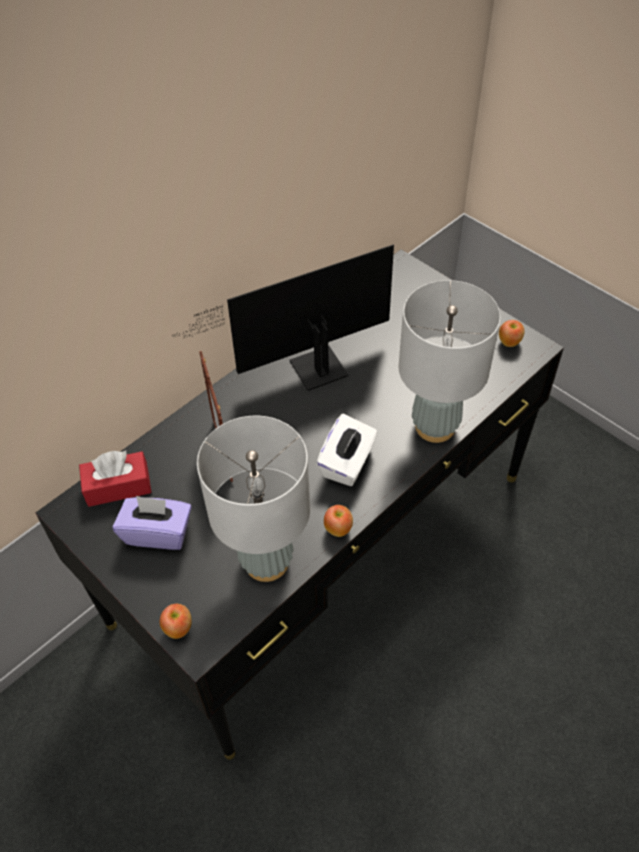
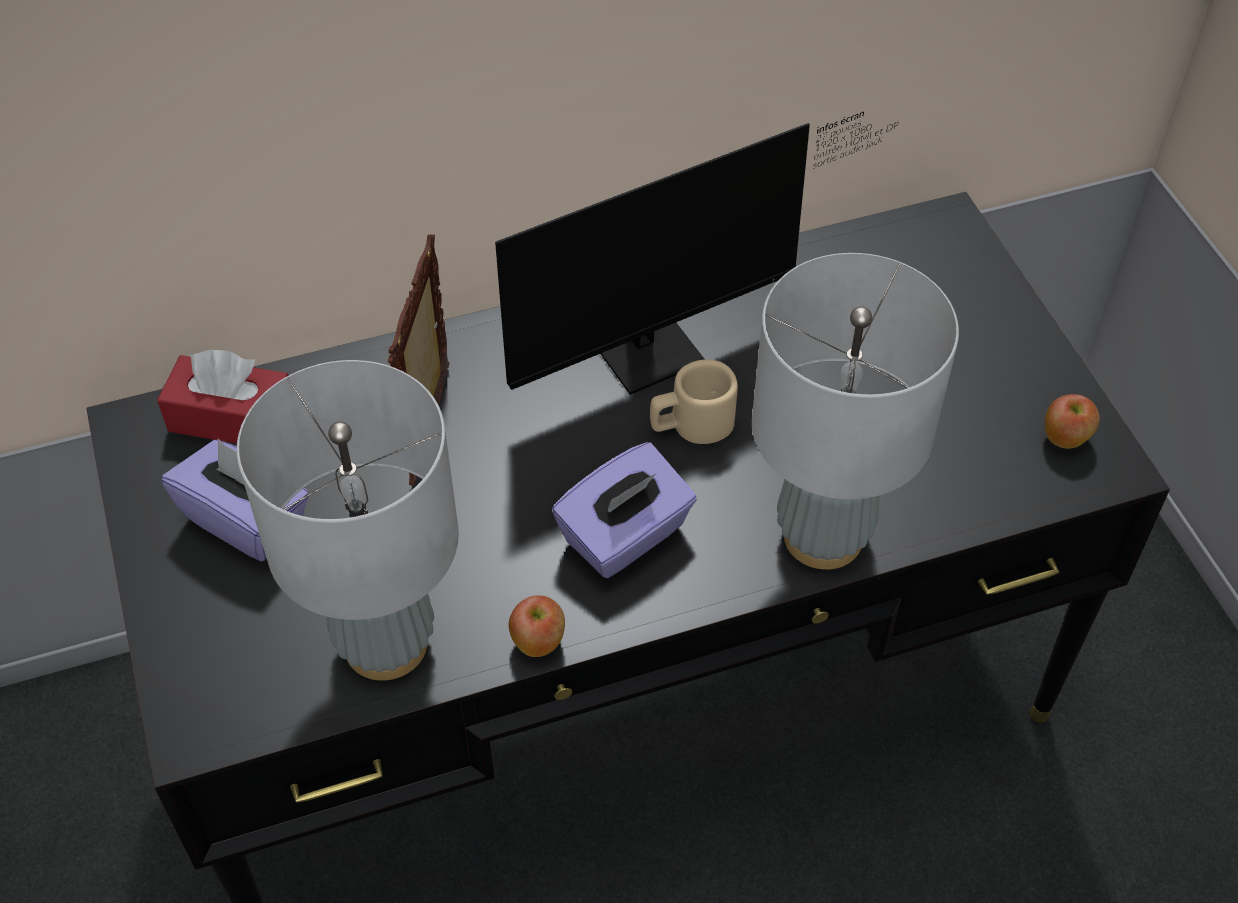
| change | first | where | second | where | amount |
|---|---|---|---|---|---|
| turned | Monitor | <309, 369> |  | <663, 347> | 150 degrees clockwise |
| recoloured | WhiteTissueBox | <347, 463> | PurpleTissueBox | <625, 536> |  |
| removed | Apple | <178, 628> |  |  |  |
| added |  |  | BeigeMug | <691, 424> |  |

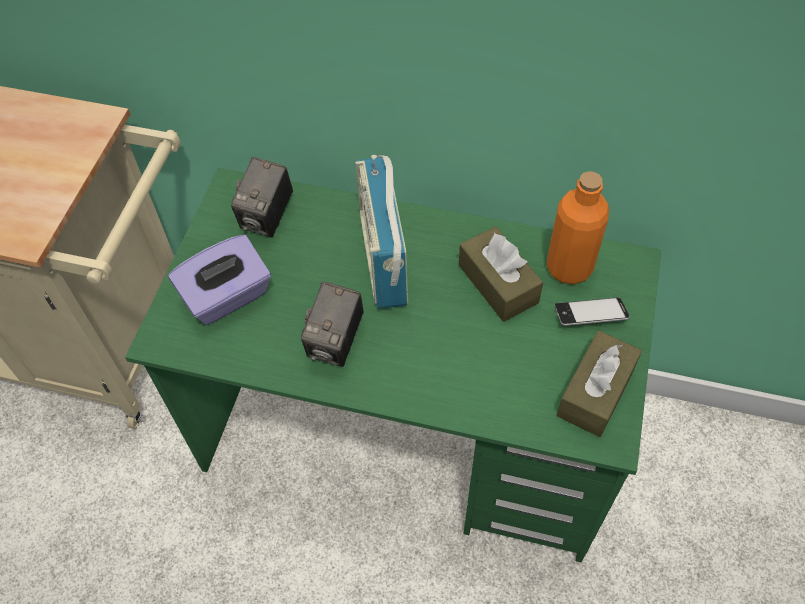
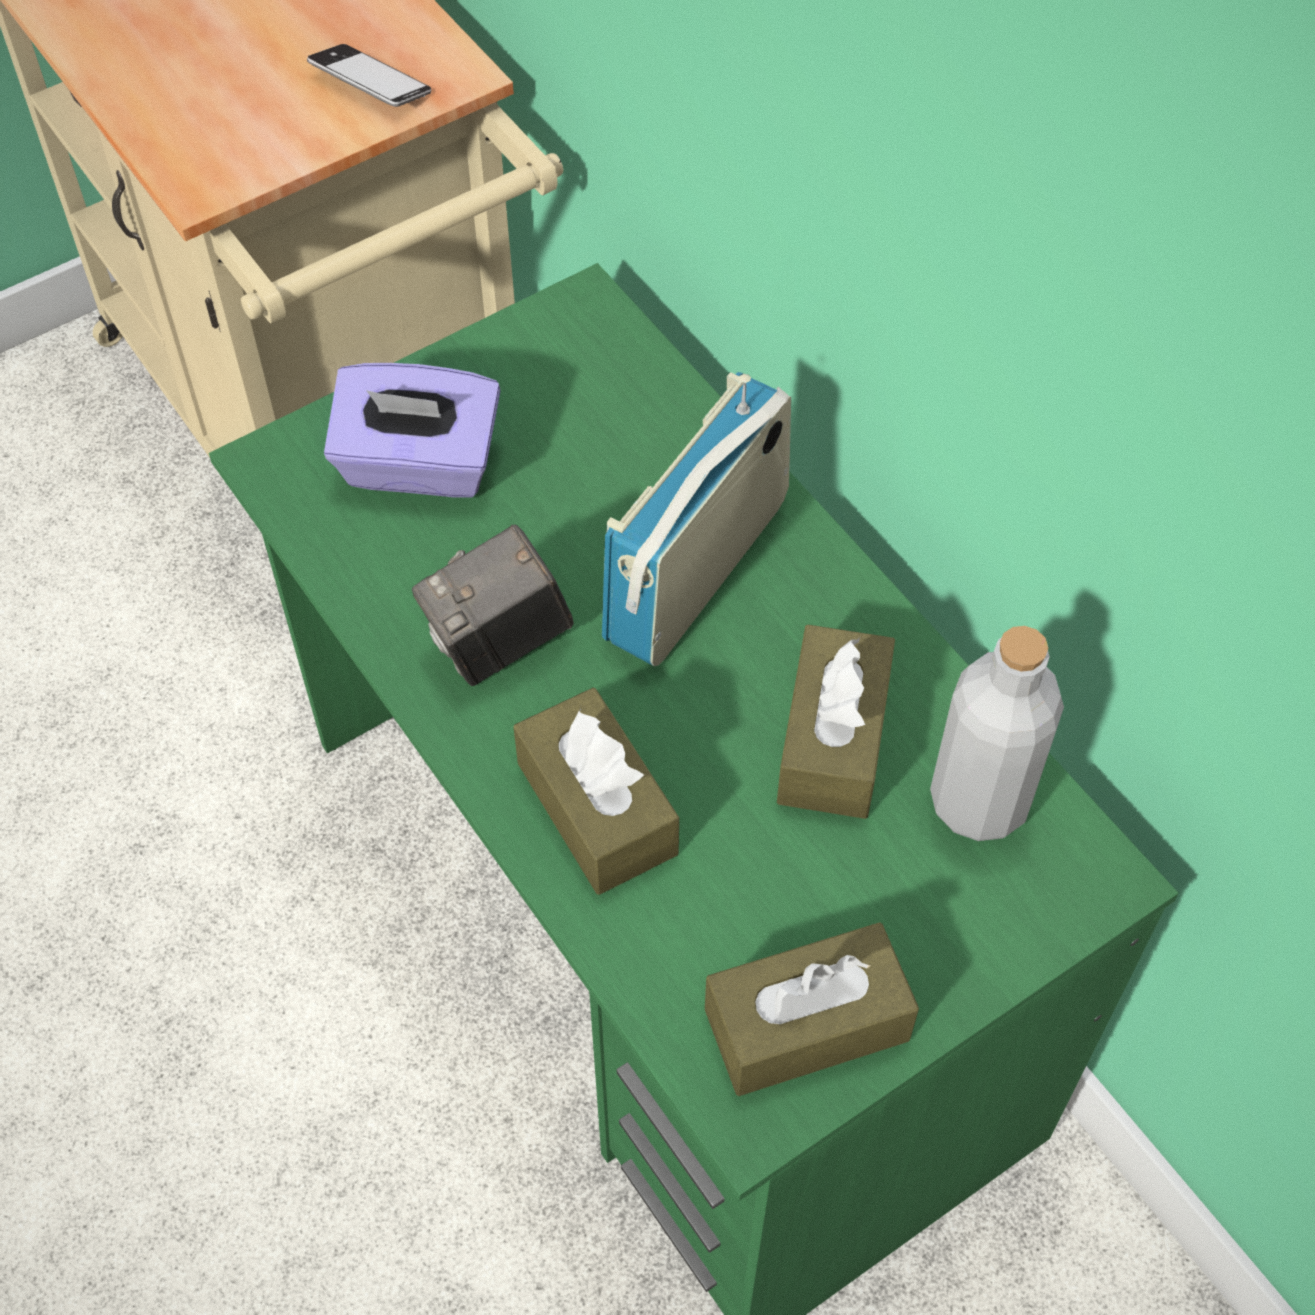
| change | first | where | second | where | amount |
|---|---|---|---|---|---|
| removed | PhotoCamera | <267, 217> |  |  |  |
| recoloured | OrangeBottle | <569, 267> | GreyBottle | <979, 801> |  |
| moved | Phone | <590, 315> |  | <370, 84> |  |
| added |  |  | BrownTissueBox | <597, 808> |  |

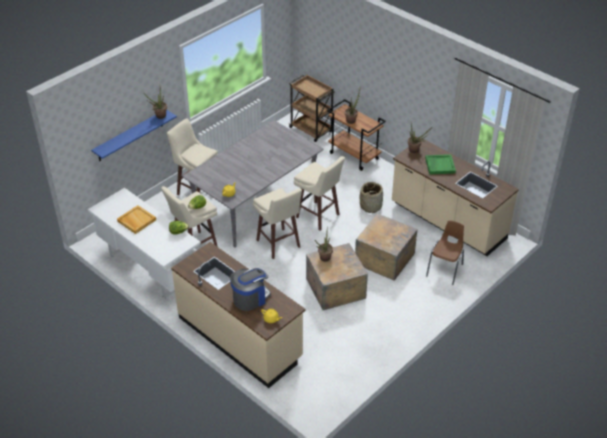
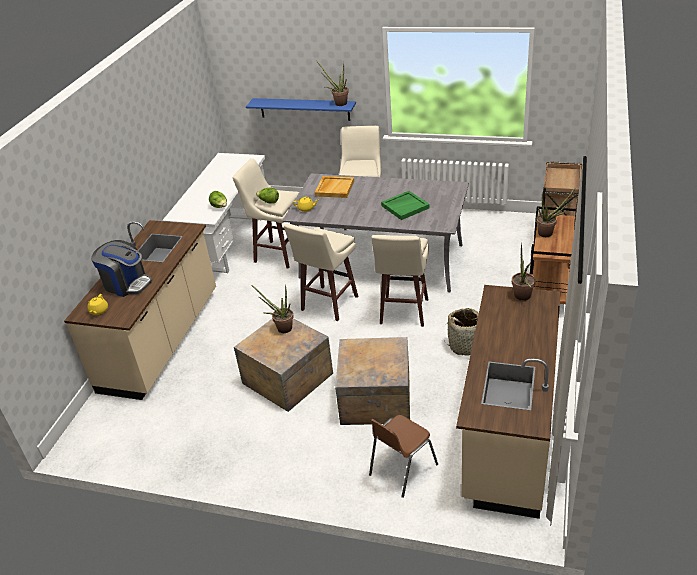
| change | first | where | second | where | amount |
|---|---|---|---|---|---|
| moved | GreenTray | <439, 165> |  | <405, 206> |  |
| moved | BeigeTray | <136, 220> |  | <334, 188> |  |
| turned | BrownChair | <445, 270> |  | <402, 469> | 135 degrees clockwise |

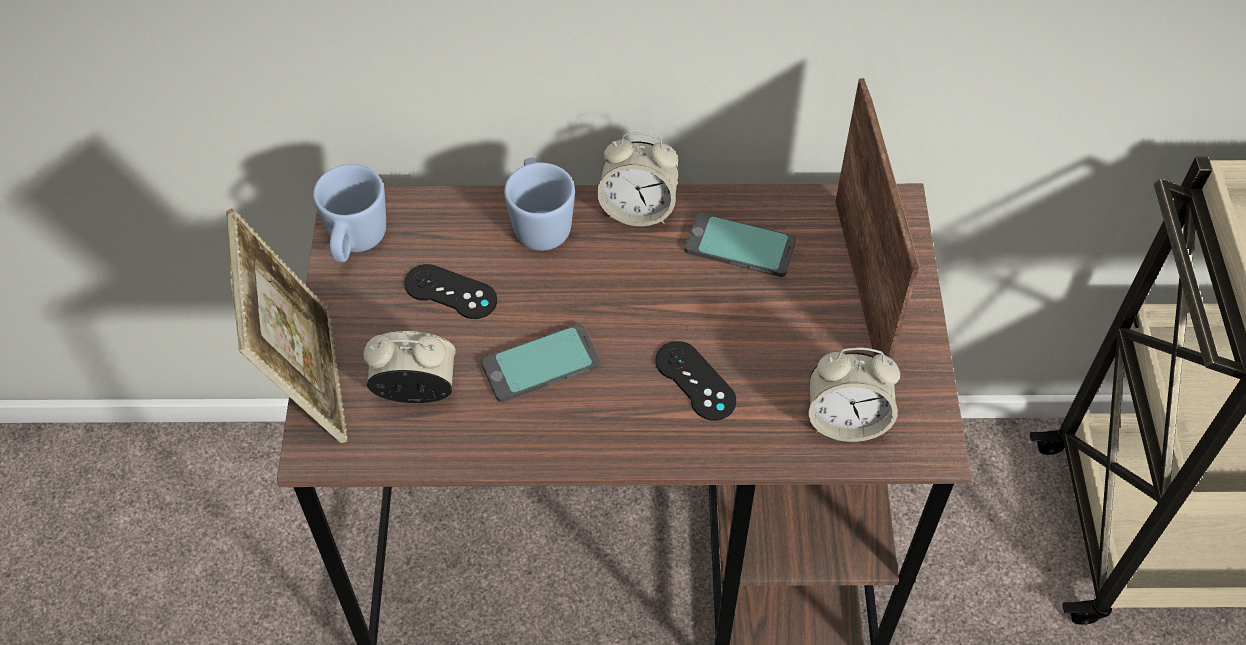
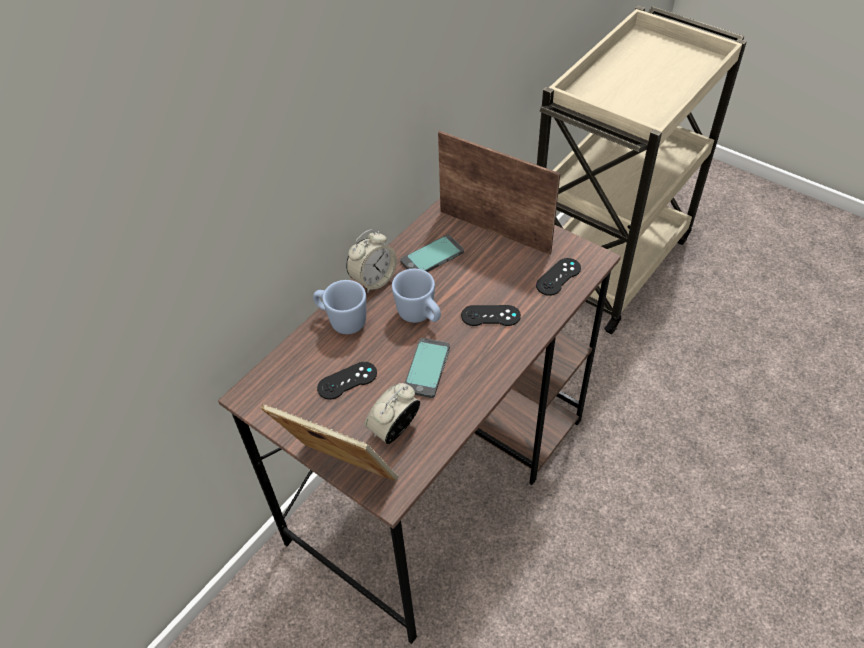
| change | first | where | second | where | amount |
|---|---|---|---|---|---|
| moved | BlueMug | <355, 243> |  | <420, 316> |  |
| replaced | AlarmClock | <846, 420> | BlackGameController | <558, 277> |  |

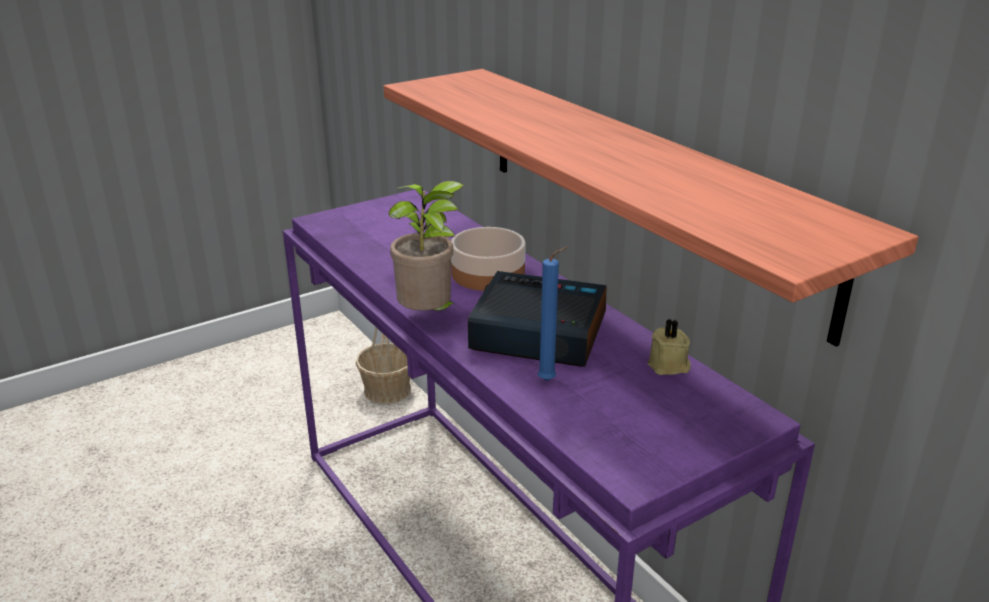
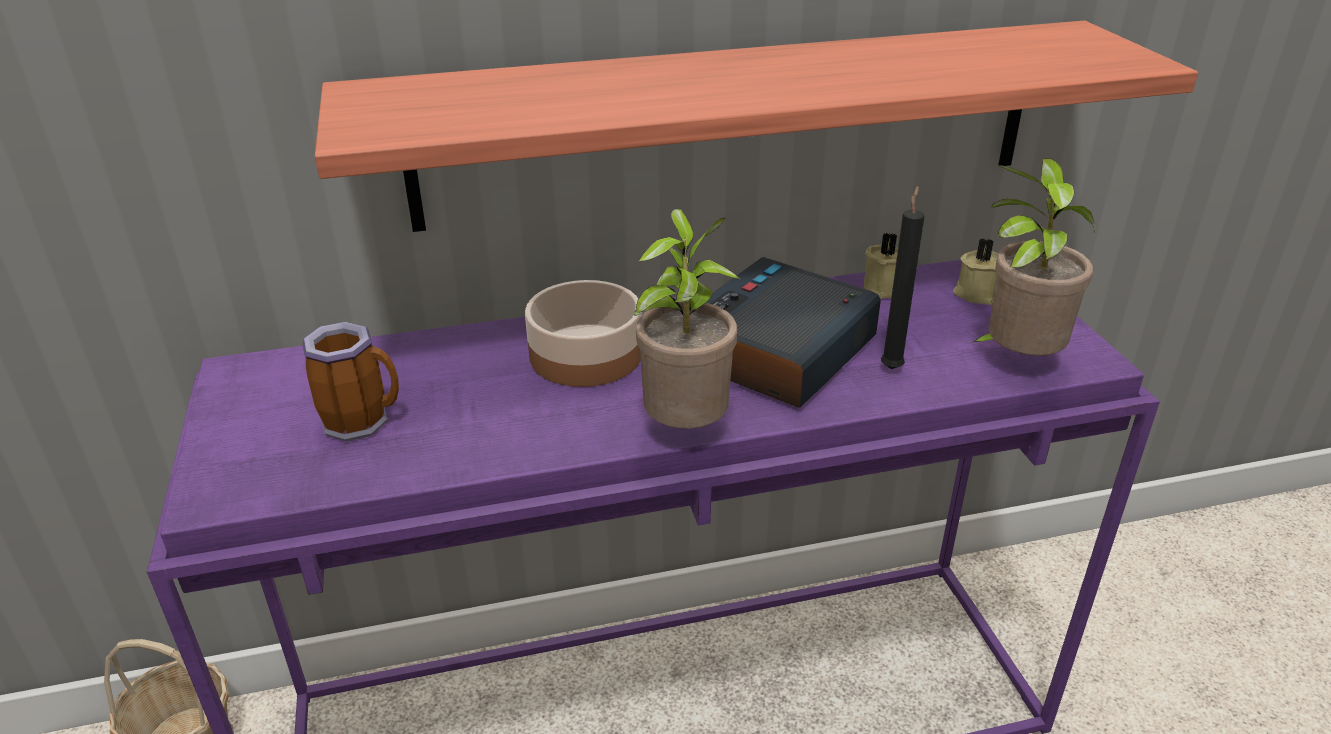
| change | first | where | second | where | amount |
|---|---|---|---|---|---|
| recoloured | BlueCandle | <549, 380> | BlackCandle | <892, 367> |  |
| added |  |  | PottedPlant | <1016, 360> |  |
| added |  |  | BeigeCandle | <975, 293> |  |
| added |  |  | Mug | <362, 421> |  |

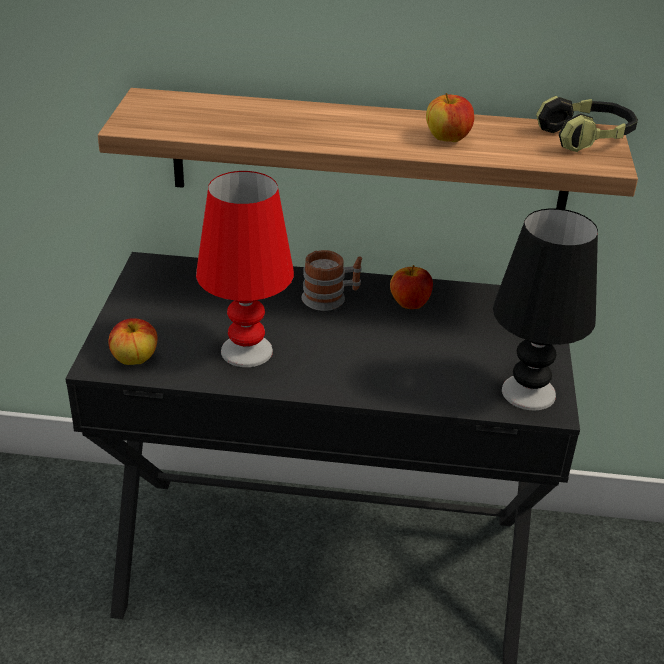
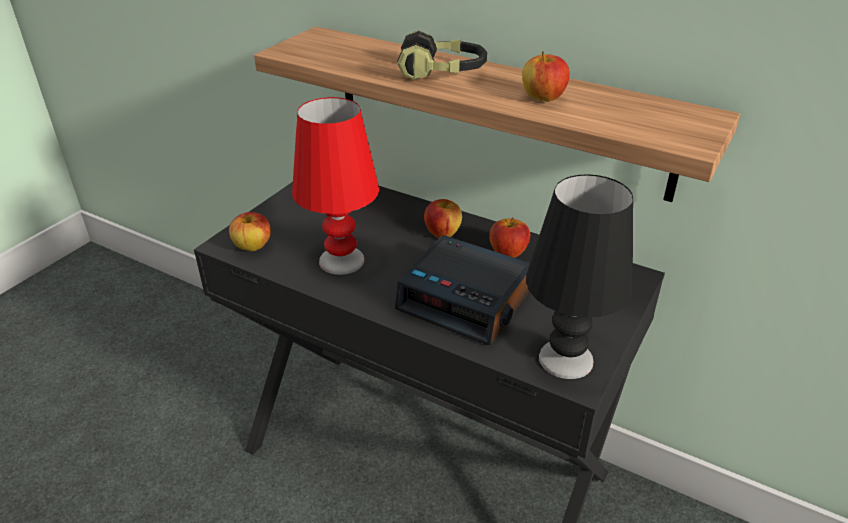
| change | first | where | second | where | amount |
|---|---|---|---|---|---|
| moved | Headphones | <586, 138> |  | <442, 72> |  |
| replaced | Mug | <331, 298> | Apple | <442, 233> |  |
| added |  |  | AlarmClock | <467, 299> |  |

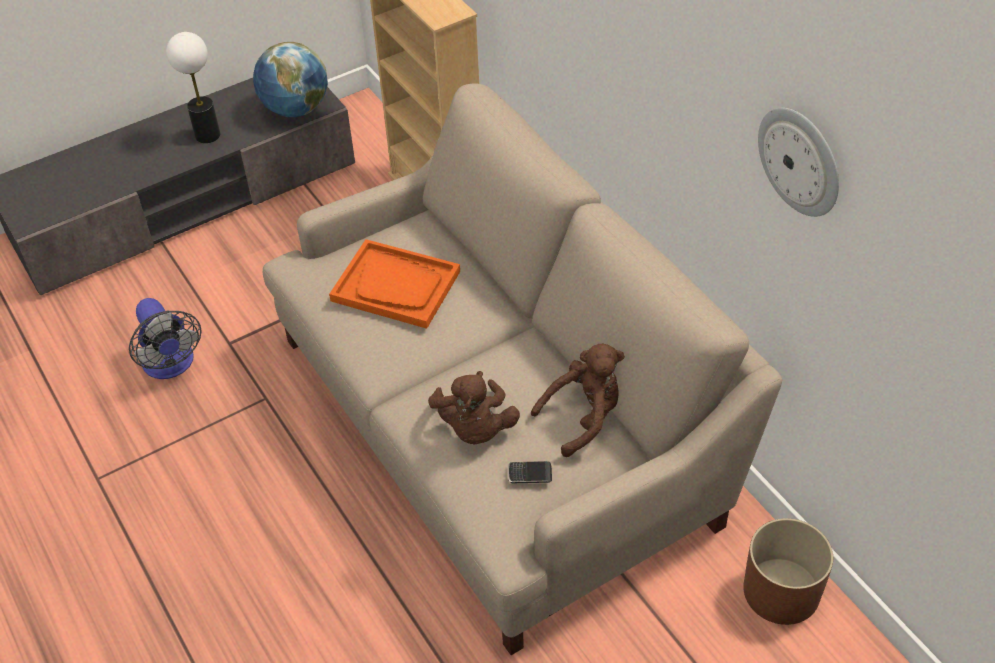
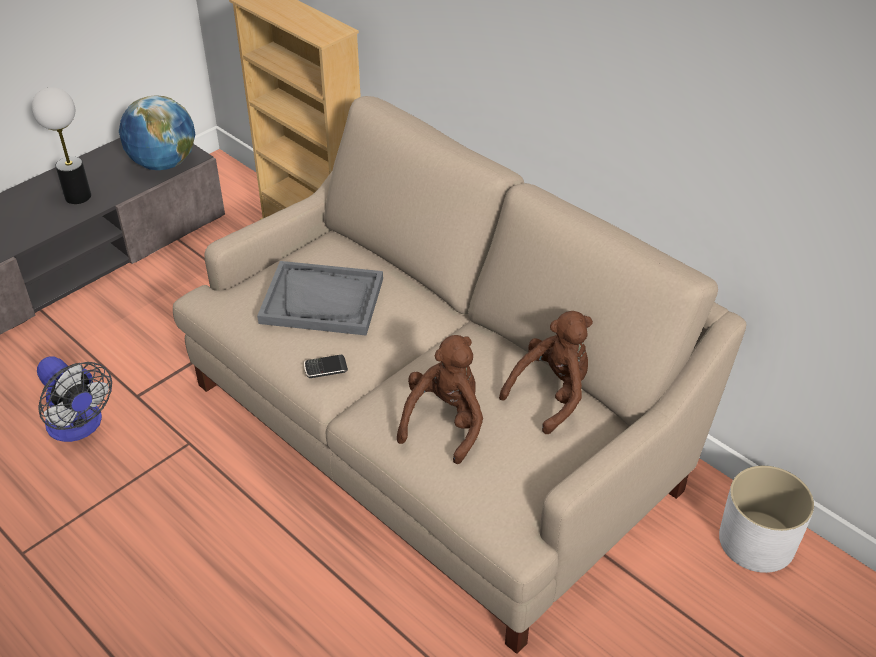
| change | first | where | second | where | amount |
|---|---|---|---|---|---|
| removed | WallClock | <800, 160> |  |  |  |
| recoloured | OrangeTray | <396, 286> | GreyTray | <322, 301> |  |
| turned | BrownPlushToy | <474, 428> |  | <445, 422> | 135 degrees counterclockwise |
| moved | Phone | <529, 474> |  | <325, 368> |  |
| recoloured | BrownPlanter | <782, 591> | WhitePlanter | <757, 541> |  |

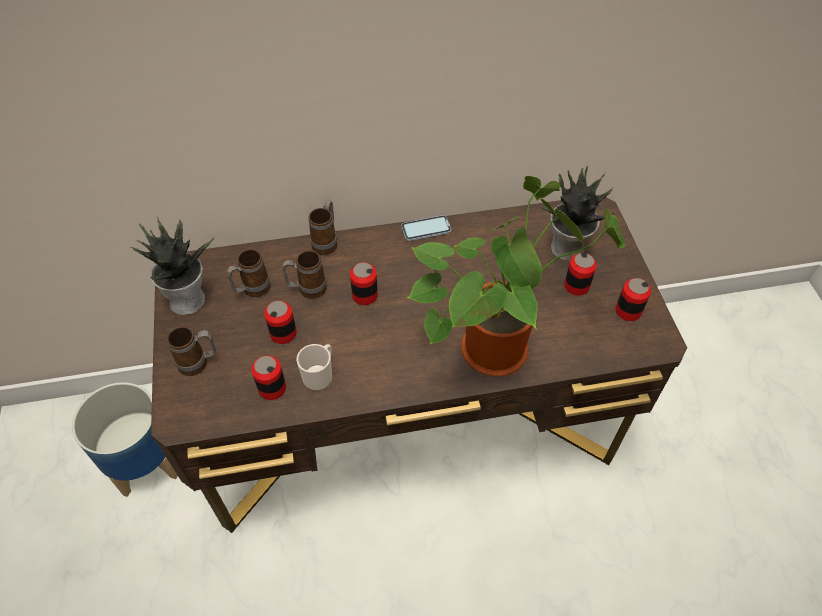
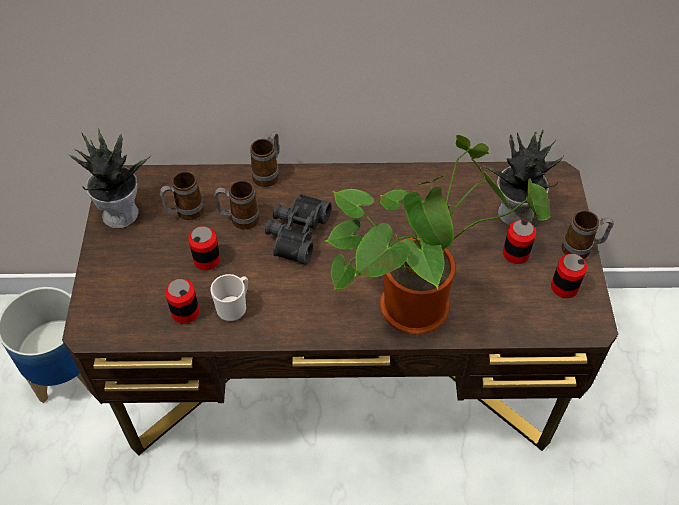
| change | first | where | second | where | amount |
|---|---|---|---|---|---|
| removed | Phone | <426, 229> |  |  |  |
| replaced | Can | <365, 295> | BlackBinoculars | <295, 233> |  |
| moved | Mug | <199, 363> |  | <581, 249> |  |

